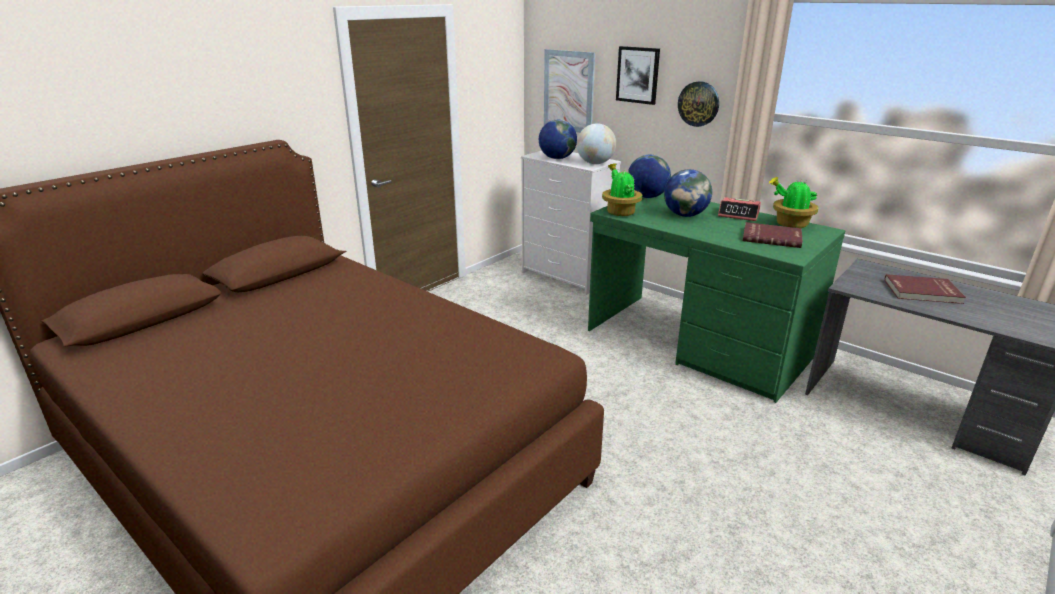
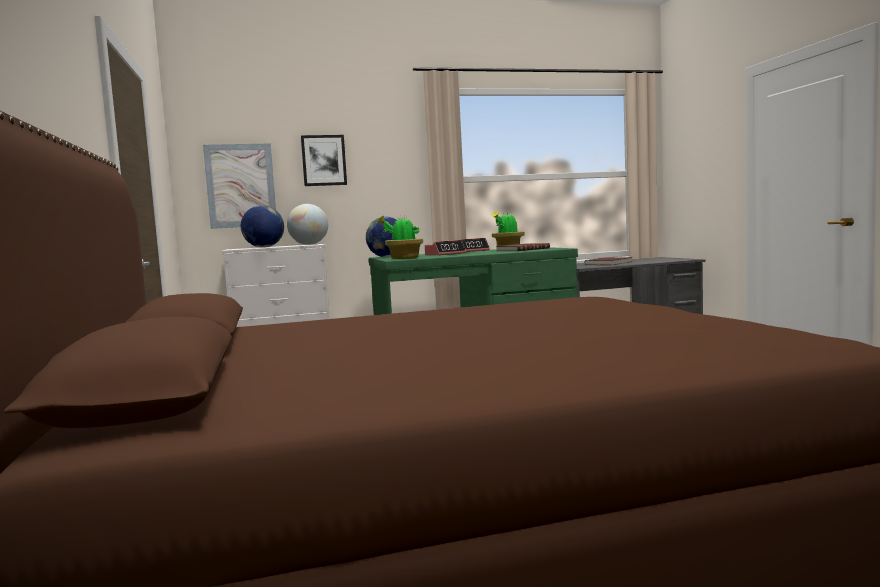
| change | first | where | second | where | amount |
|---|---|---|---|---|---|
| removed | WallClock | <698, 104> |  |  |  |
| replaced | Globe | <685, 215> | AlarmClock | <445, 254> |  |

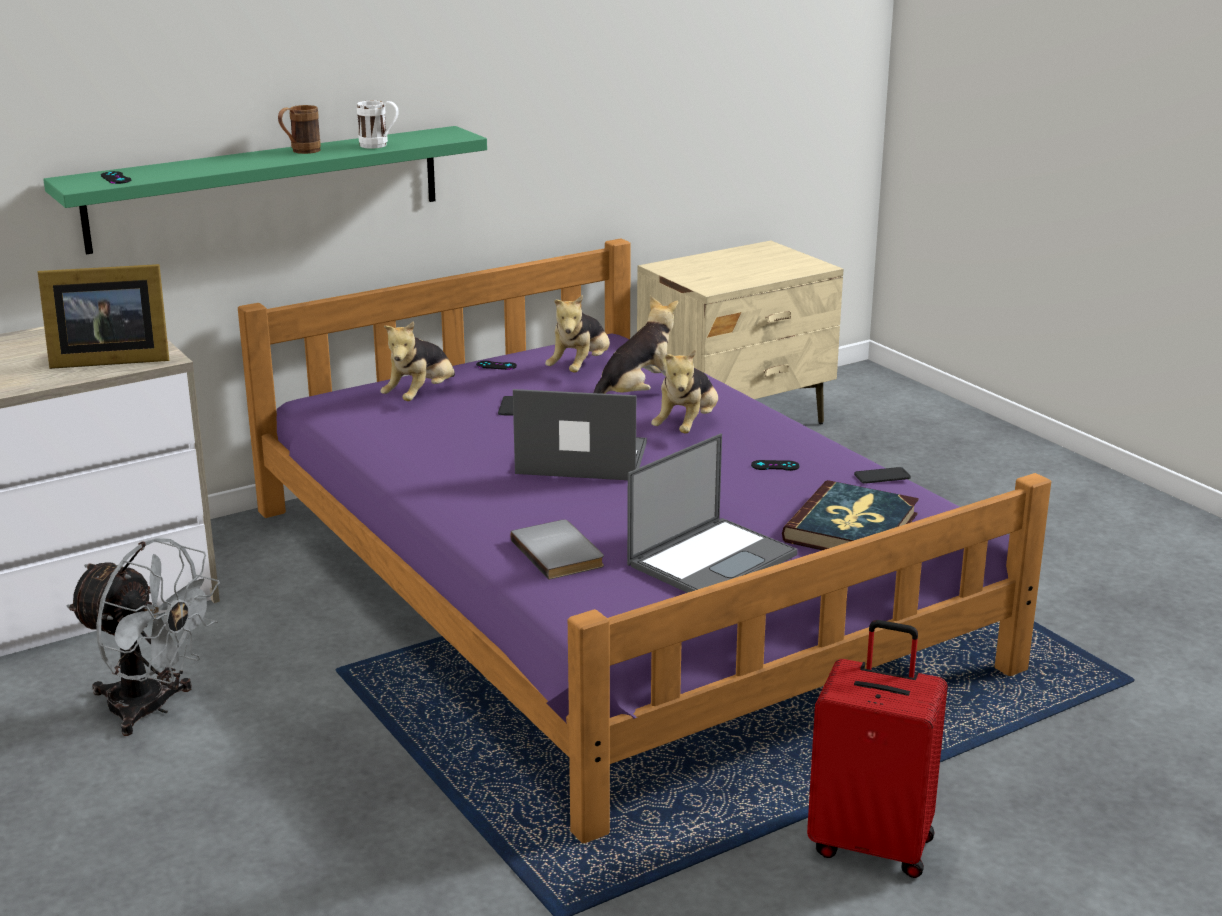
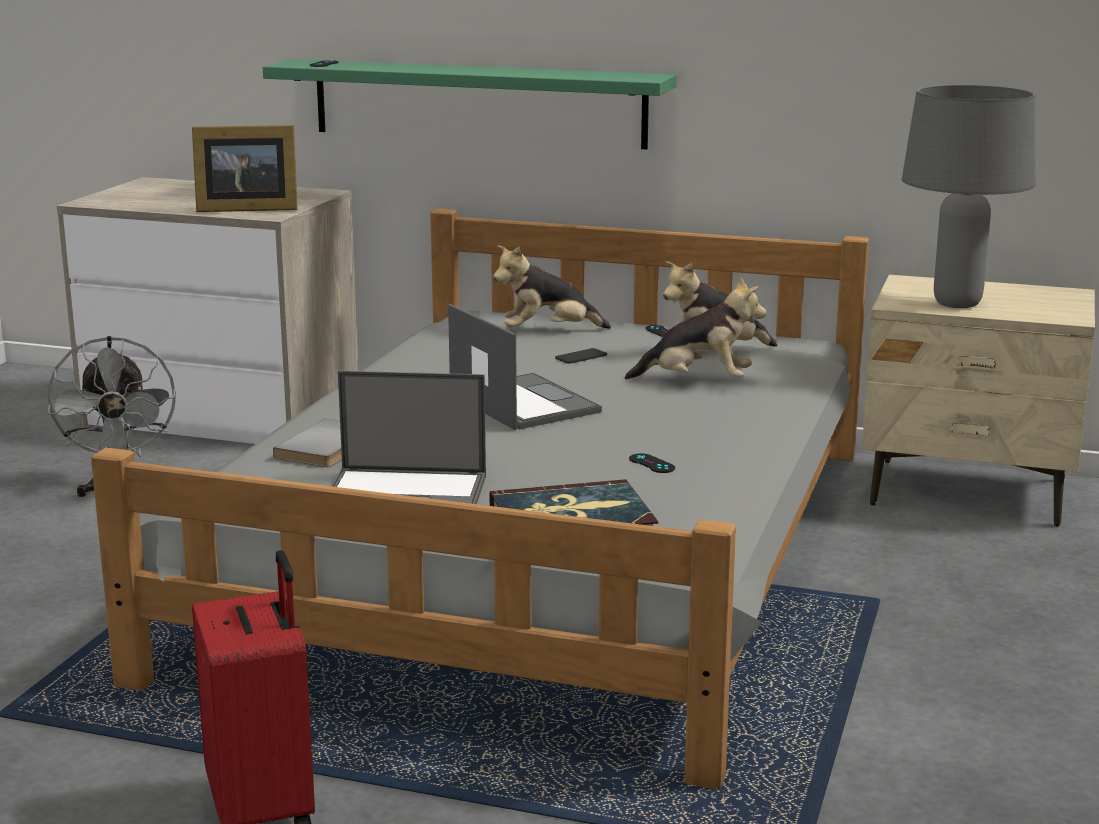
| change | first | where | second | where | amount |
|---|---|---|---|---|---|
| removed | WhiteMug | <379, 146> |  |  |  |
| removed | BrownMug | <300, 151> |  |  |  |
| recoloured | PurpleBed | <610, 584> | GreyBed | <546, 554> |  |
| turned | PictureFrame | <107, 359> |  | <244, 208> | 45 degrees counterclockwise |
| removed | PlushToy | <687, 427> |  |  |  |
| removed | Phone | <882, 476> |  |  |  |
| added |  |  | GreyTableLamp | <956, 304> |  |

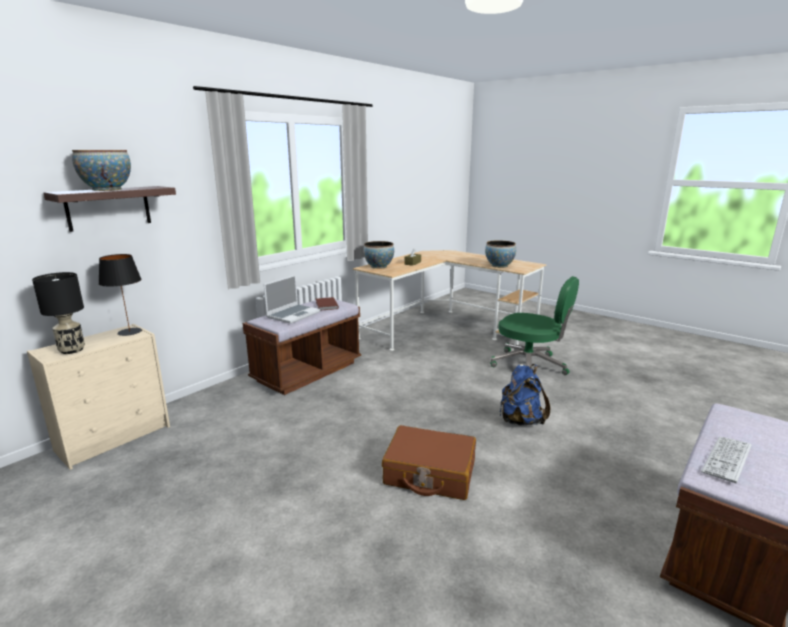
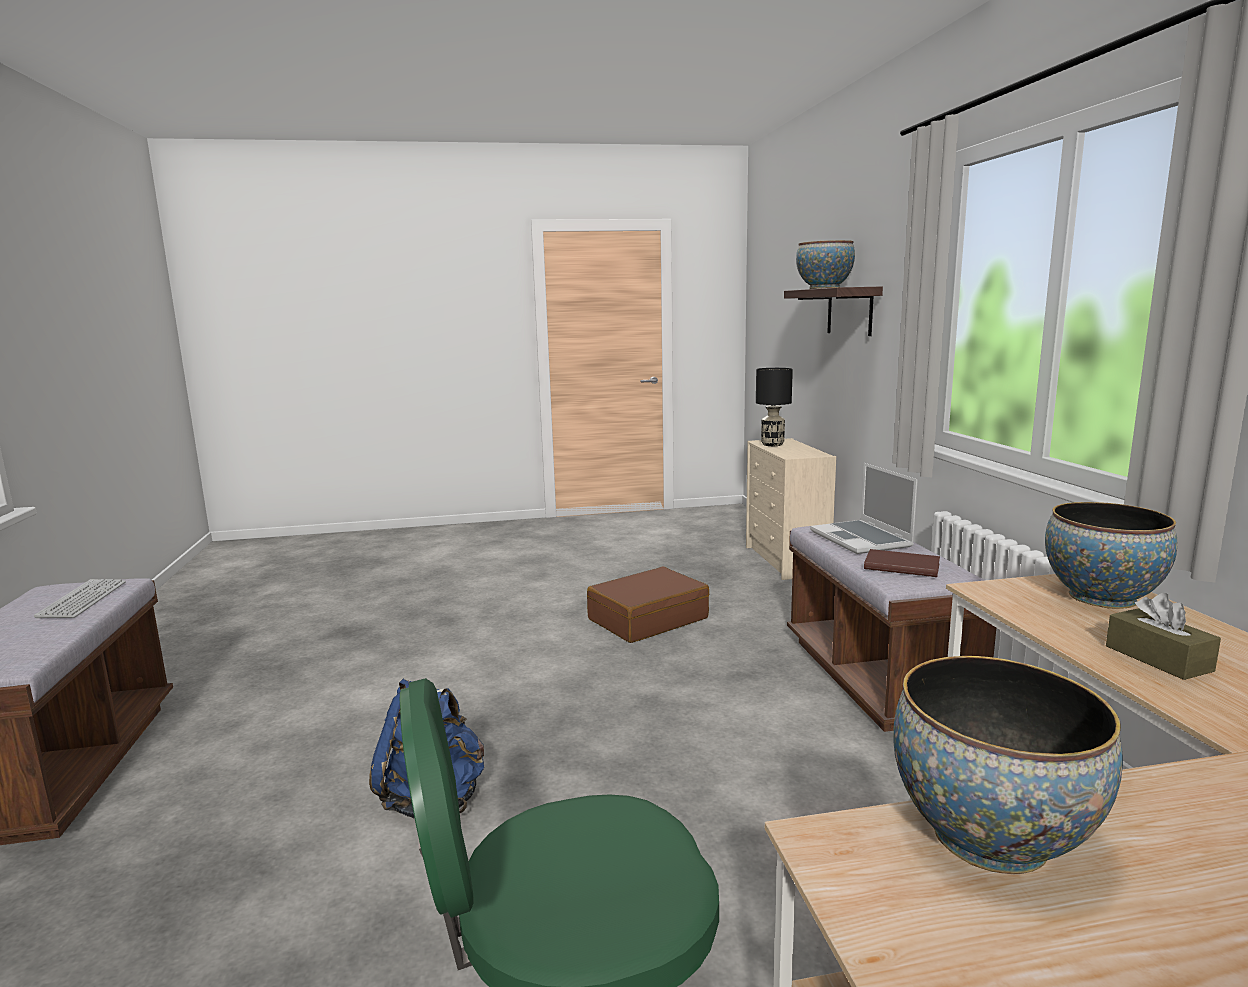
| change | first | where | second | where | amount |
|---|---|---|---|---|---|
| removed | BlackTableLamp | <130, 331> |  |  |  |
| moved | BrownSuitcase | <429, 473> |  | <647, 619> |  |

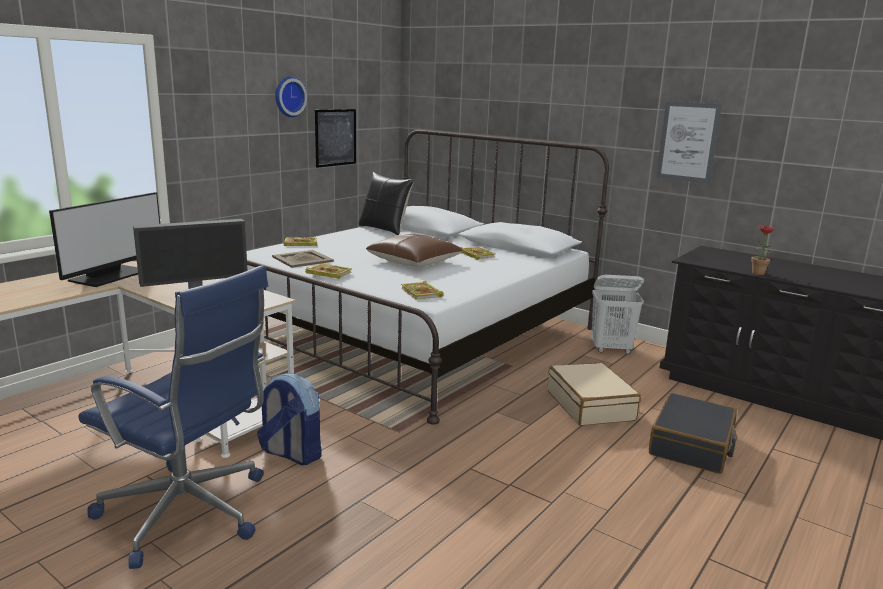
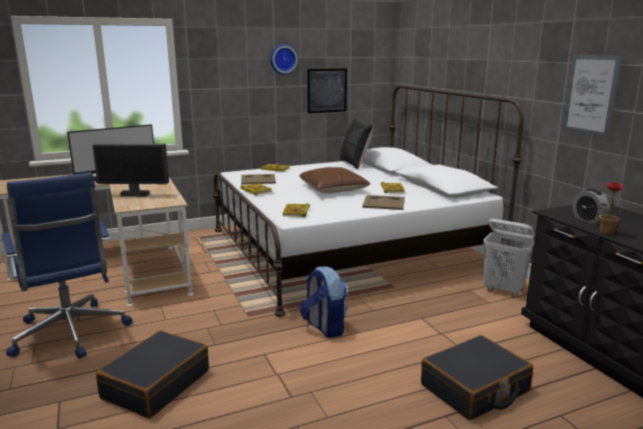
| change | first | where | second | where | amount |
|---|---|---|---|---|---|
| removed | BeigeSuitcase | <590, 405> |  |  |  |
| moved | Backpack | <291, 454> |  | <324, 327> |  |
| added |  |  | AlarmClock | <588, 220> |  |
| added |  |  | BeigeTray | <384, 203> |  |
| added |  |  | BlackSuitcase | <156, 384> |  |

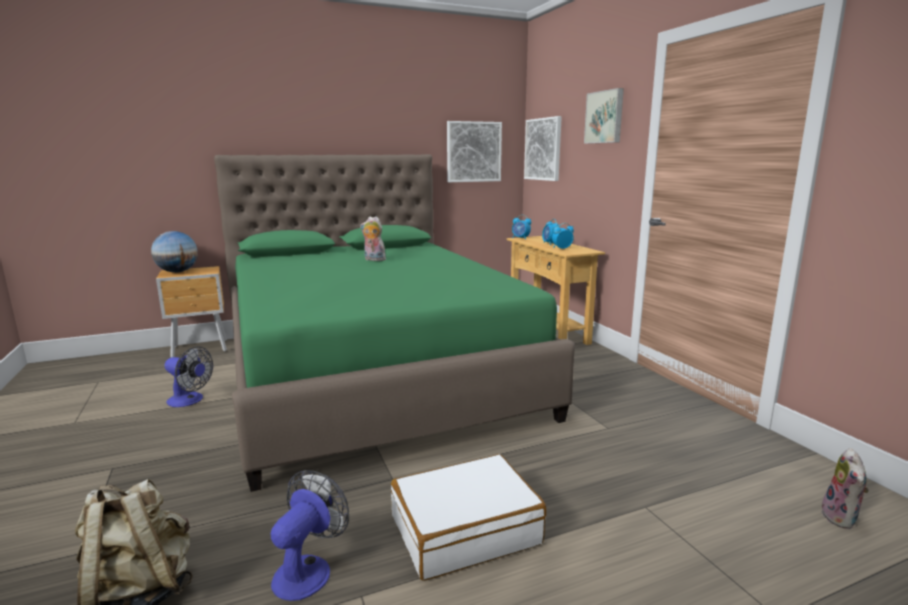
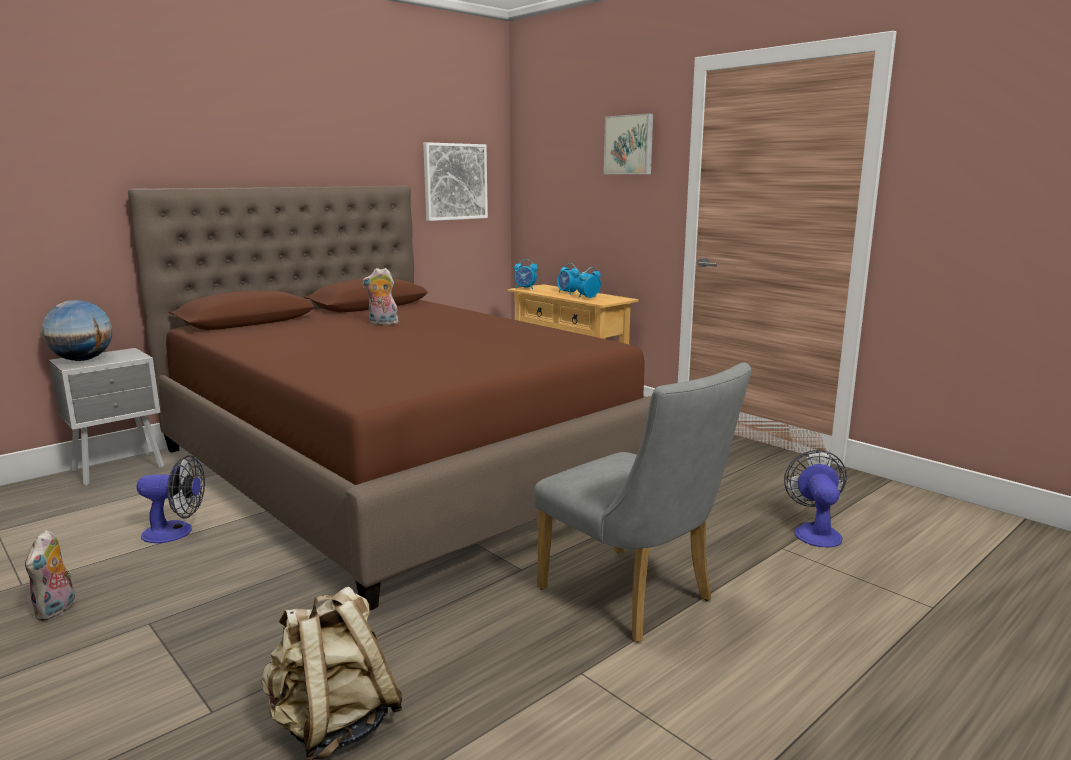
| change | first | where | second | where | amount |
|---|---|---|---|---|---|
| removed | Picture | <543, 149> |  |  |  |
| recoloured | GreenBed | <372, 372> | BrownBed | <397, 467> |  |
| recoloured | BrownNightstand | <201, 349> | GreyNightstand | <121, 469> |  |
| moved | PlushToy | <842, 519> |  | <57, 610> |  |
| replaced | WhiteSuitcase | <465, 530> | GreyChair | <635, 599> |  |
| moved | Fan | <308, 569> |  | <815, 532> |  |

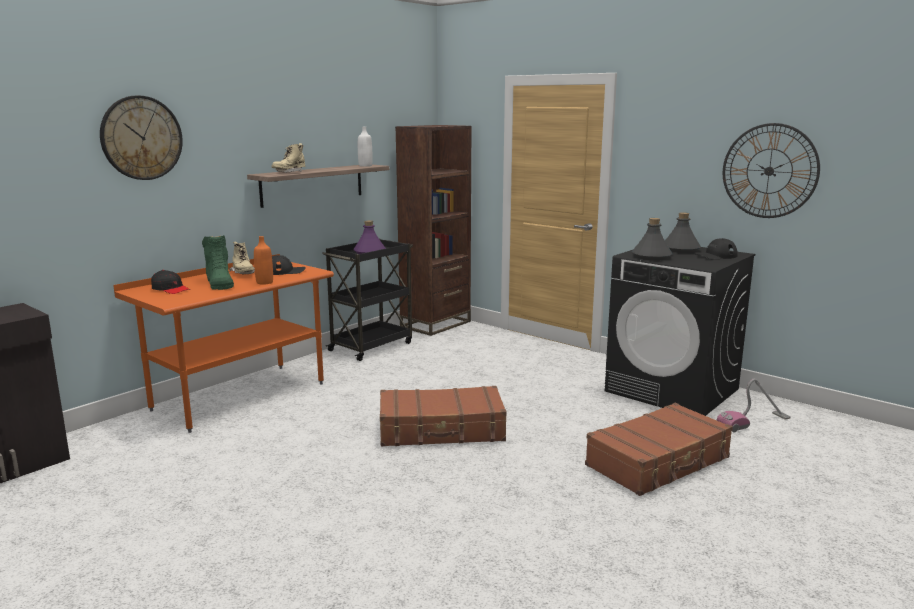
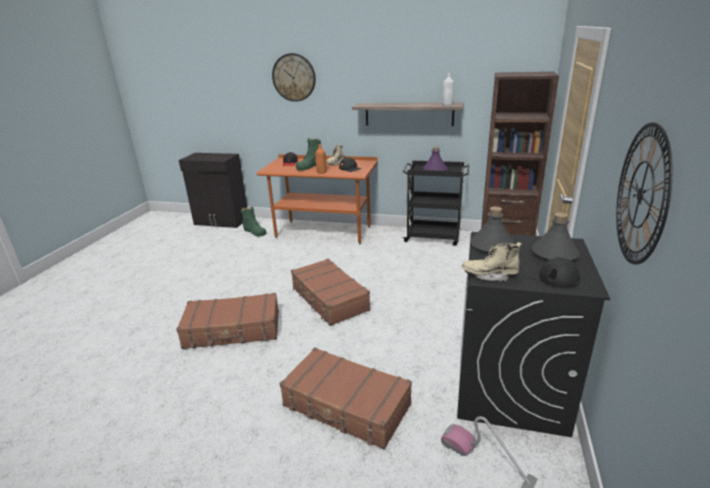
| change | first | where | second | where | amount |
|---|---|---|---|---|---|
| moved | BeigeBoot | <289, 172> |  | <489, 276> |  |
| added |  |  | GreenBoot | <254, 232> |  |
| added |  |  | BrownSuitcase | <233, 330> |  |

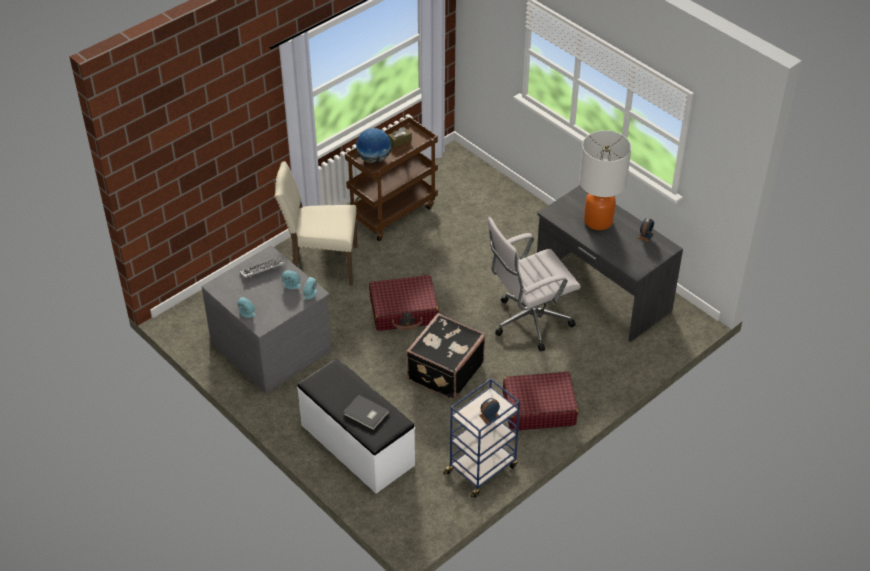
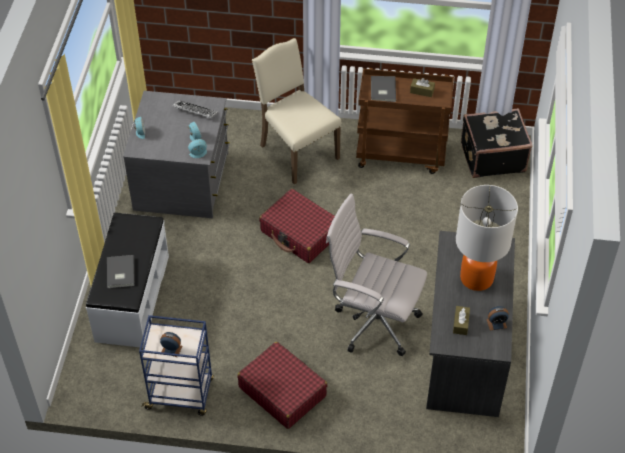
| change | first | where | second | where | amount |
|---|---|---|---|---|---|
| replaced | Globe | <374, 159> | GreyBook | <382, 90> |  |
| moved | BlackSuitcase | <444, 371> |  | <492, 156> |  |
| added |  |  | BrownTissueBox | <461, 323> |  |

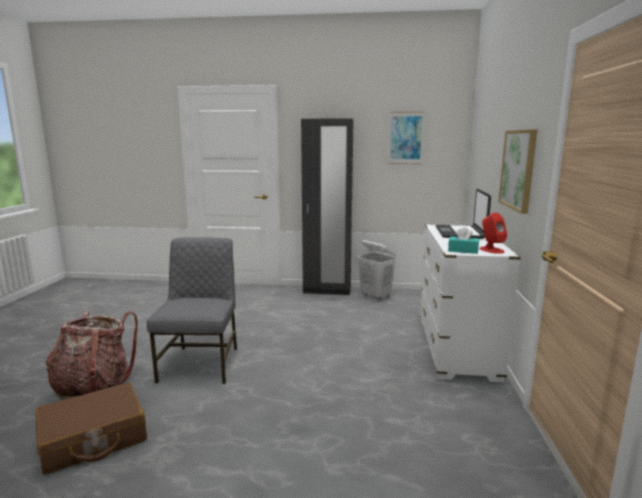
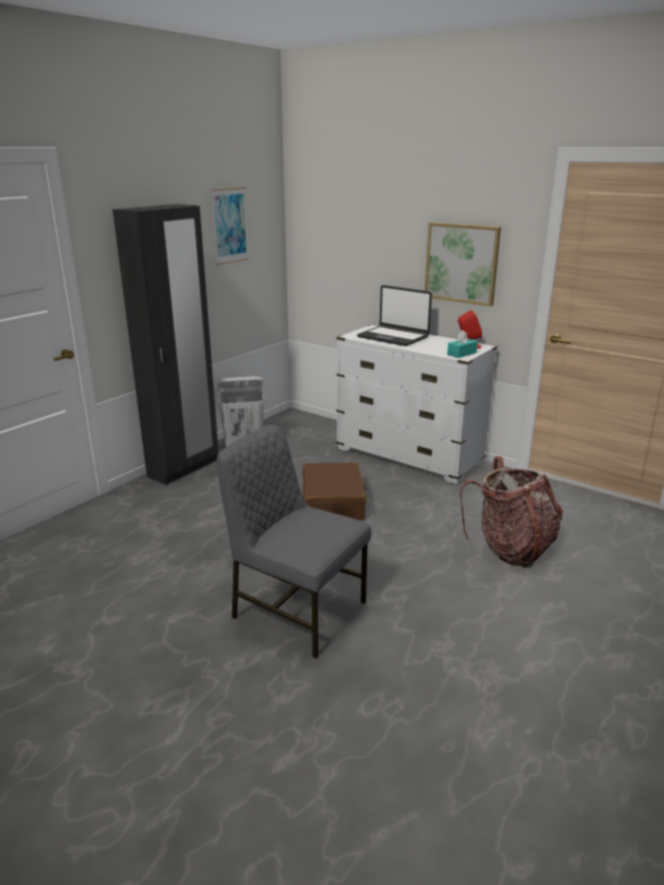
| change | first | where | second | where | amount |
|---|---|---|---|---|---|
| moved | Backpack | <95, 387> |  | <511, 548> |  |
| moved | BrownSuitcase | <93, 438> |  | <333, 503> |  |

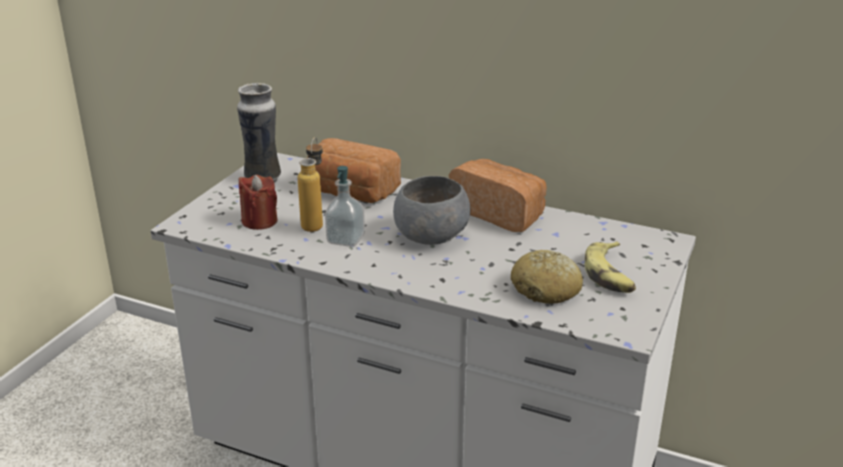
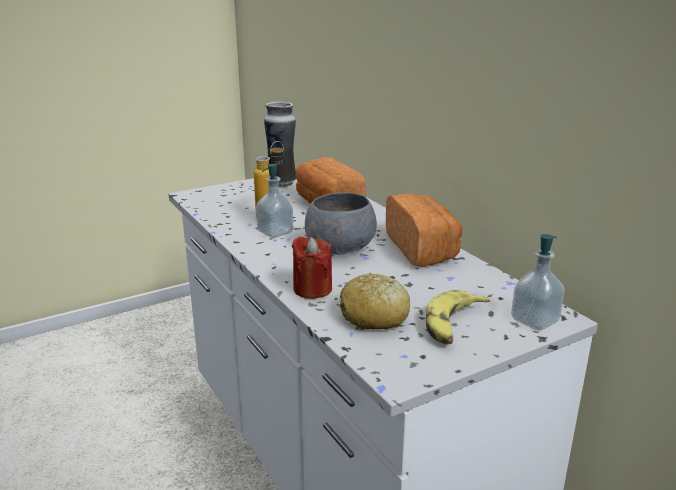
| change | first | where | second | where | amount |
|---|---|---|---|---|---|
| moved | RedCandle | <259, 221> |  | <312, 289> |  |
| added |  |  | SoapDispenser | <534, 320> |  |

